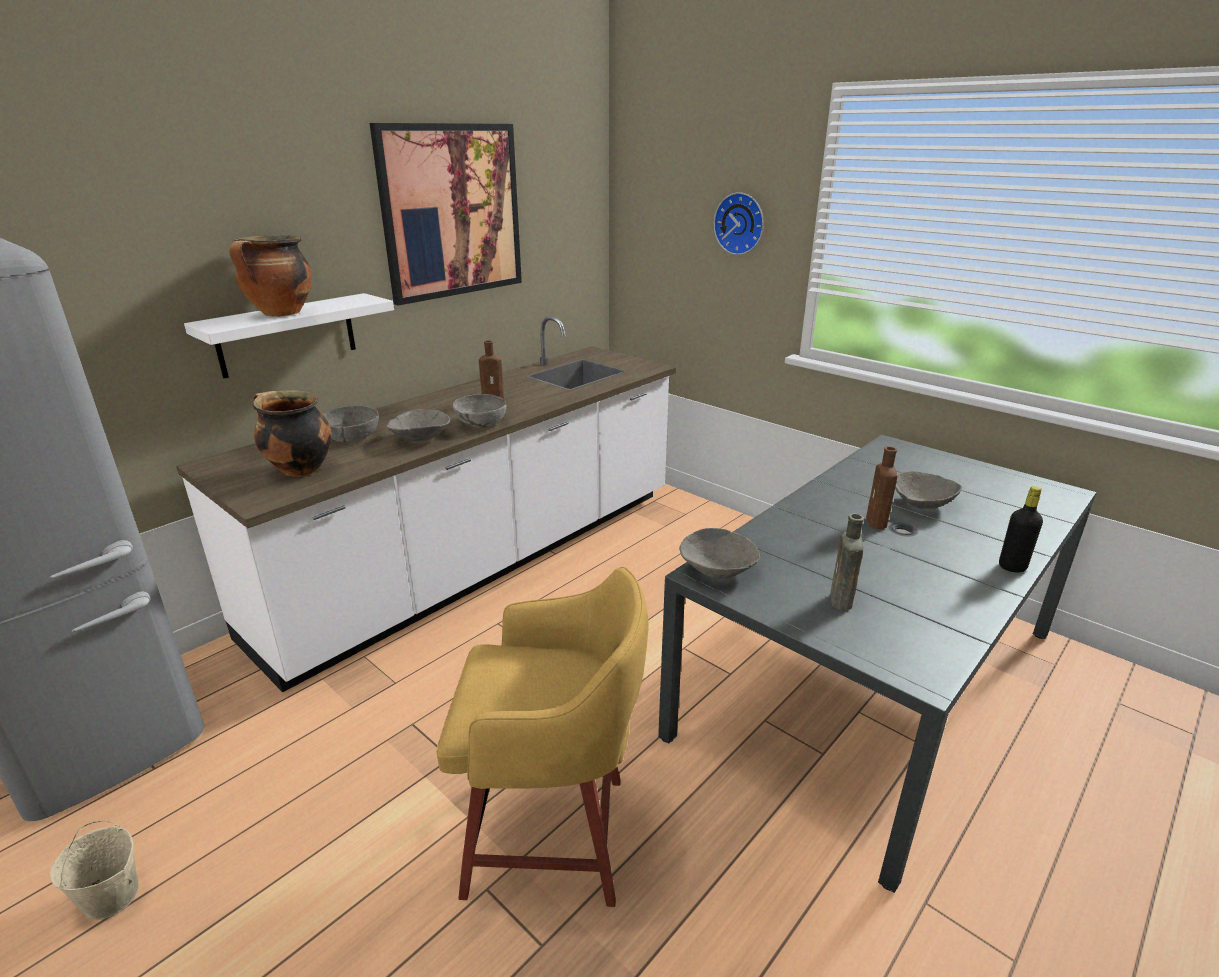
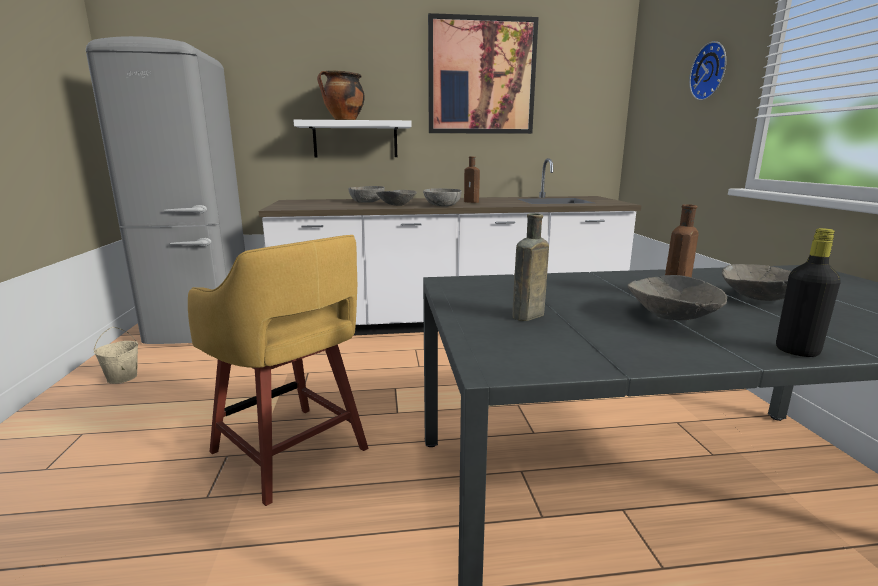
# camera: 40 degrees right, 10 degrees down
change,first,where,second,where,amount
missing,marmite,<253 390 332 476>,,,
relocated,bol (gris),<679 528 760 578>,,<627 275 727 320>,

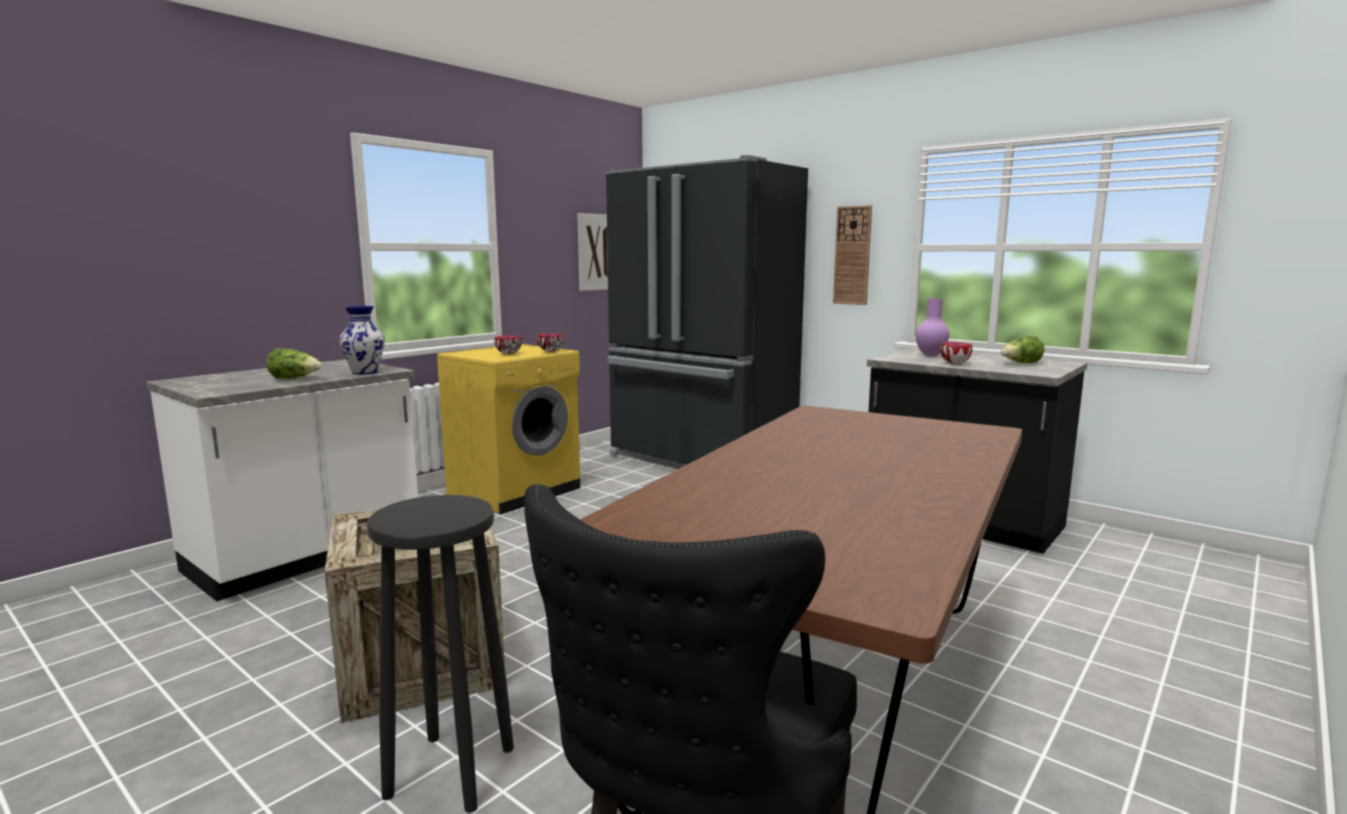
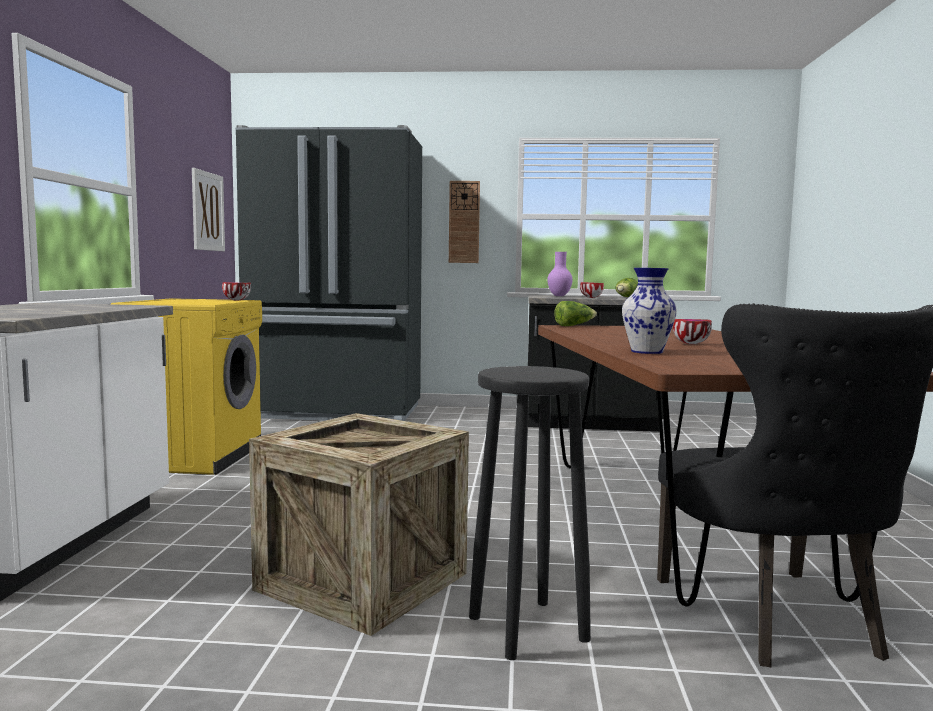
# camera: 35 degrees left, 5 degrees down
change,first,where,second,where,amount
relocated,laitue,<266 348 322 379>,,<554 301 597 326>,
relocated,vase,<339 306 385 375>,,<622 268 677 354>,
relocated,bol,<494 336 522 354>,,<673 319 712 344>,

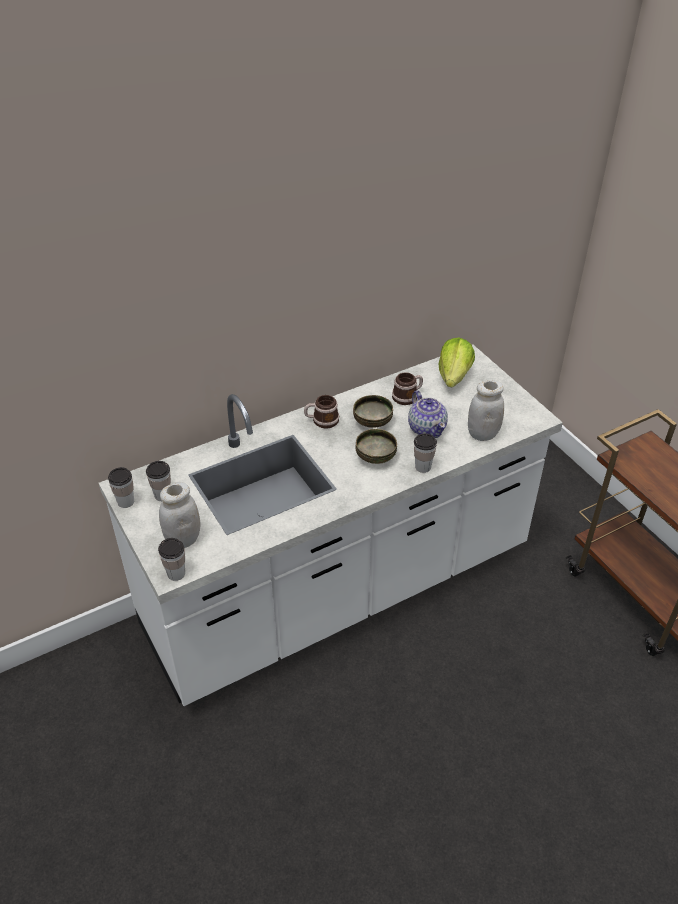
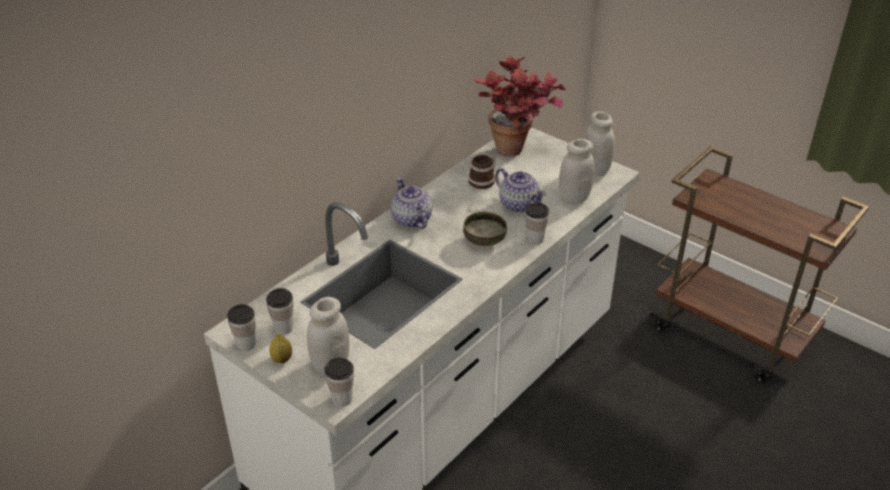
# camera: 20 degrees left, 5 degrees down
change,first,where,second,where,amount
exchanged,mug,<304 395 339 429>,théière,<391 178 433 229>,
missing,bol,<353 395 393 428>,,,
exchanged,laitue,<438 337 475 387>,plante en pot,<475 56 565 156>,
appeared,,,citron,<269 334 292 363>,
appeared,,,bocal (blanc),<584 111 615 176>,

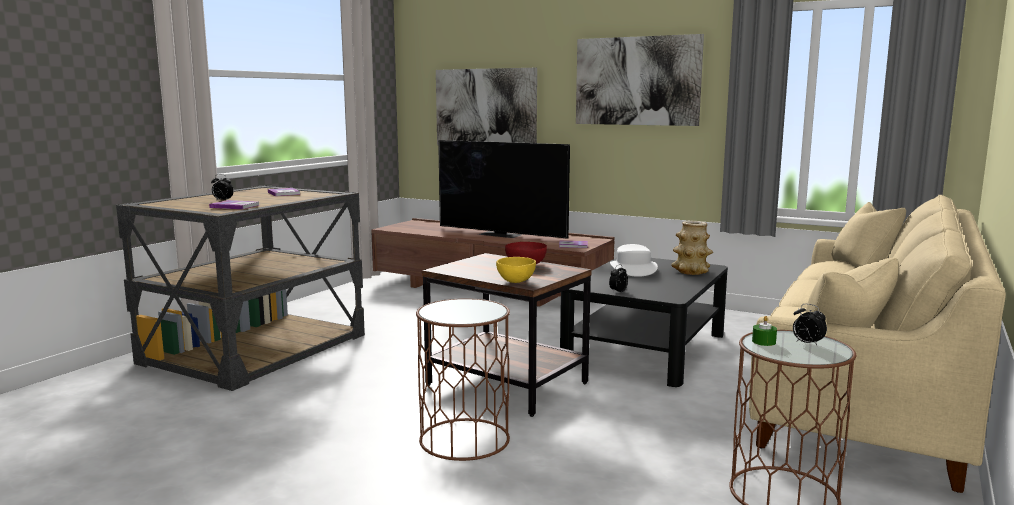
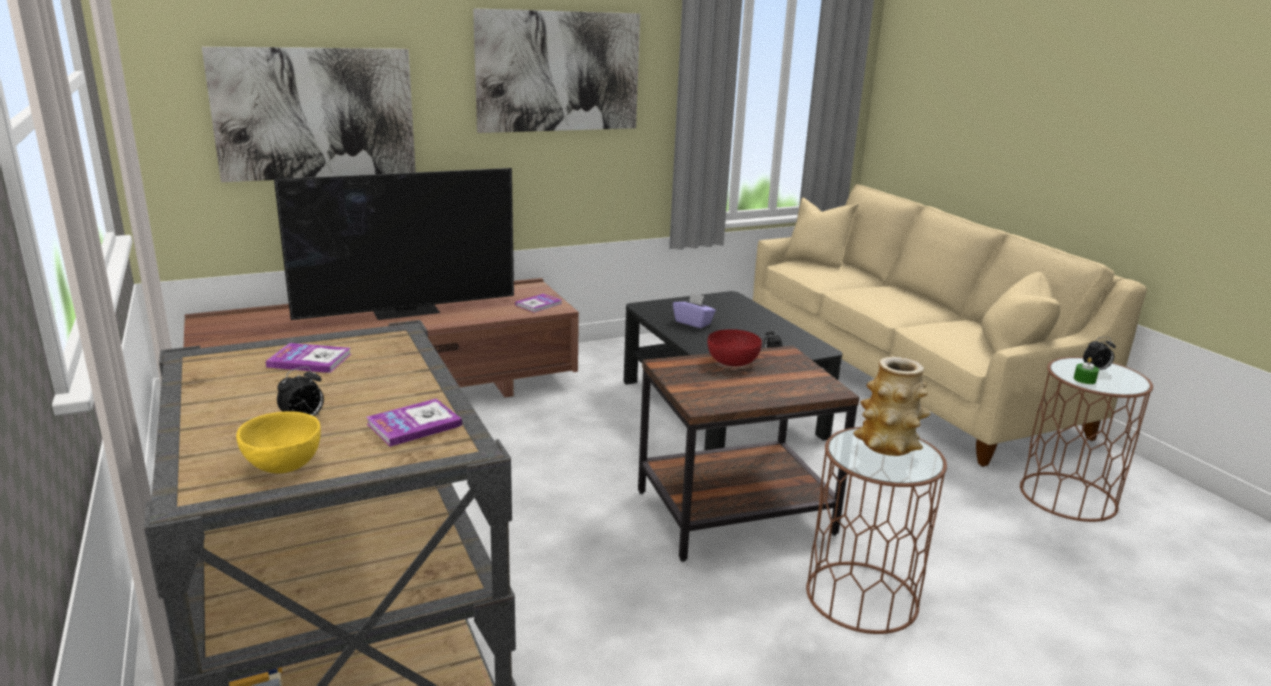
# camera: 55 degrees left, 10 degrees up
change,first,where,second,where,amount
relocated,bol (jaune),<496 257 536 283>,,<236 411 321 474>,
exchanged,chapeau (blanc),<610 244 658 277>,boîte à mouchoirs (violet),<673 292 716 328>,
relocated,vase,<671 221 713 275>,,<854 357 931 456>,

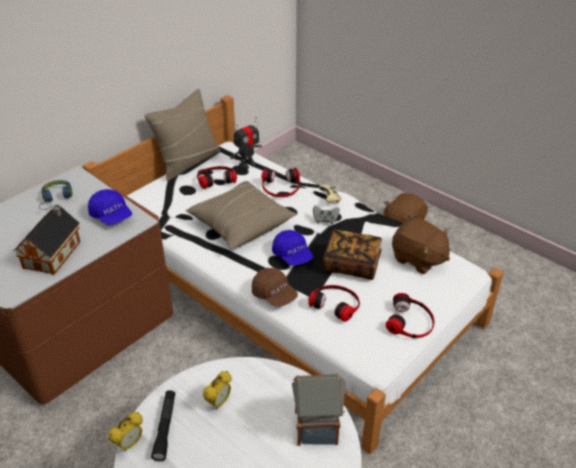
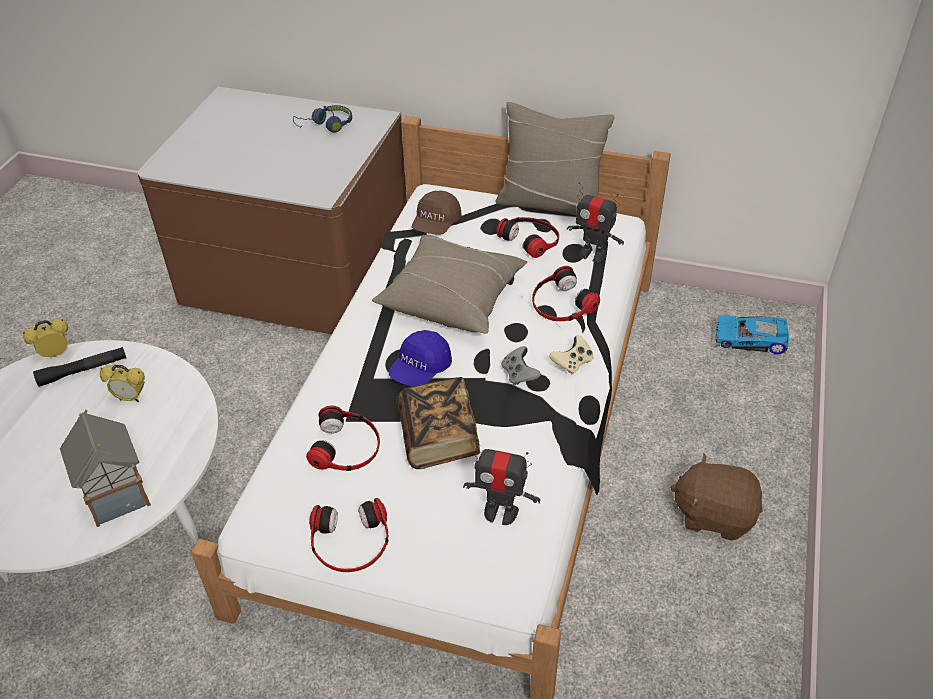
# camera: 65 degrees right, 5 degrees up
change,first,where,second,where,amount
missing,maison miniature,<13 205 81 275>,,,
missing,casquette (bleu),<88 189 132 225>,,,
spun,réveil,<108 412 143 451>,,<23 319 68 357>,135 degrees clockwise
relocated,casquette (marron),<252 268 298 307>,,<412 190 462 235>,
exchanged,peluche (marron),<392 218 450 274>,robot jouet,<463 440 541 525>,
appeared,,,petite voiture,<714 315 789 354>,

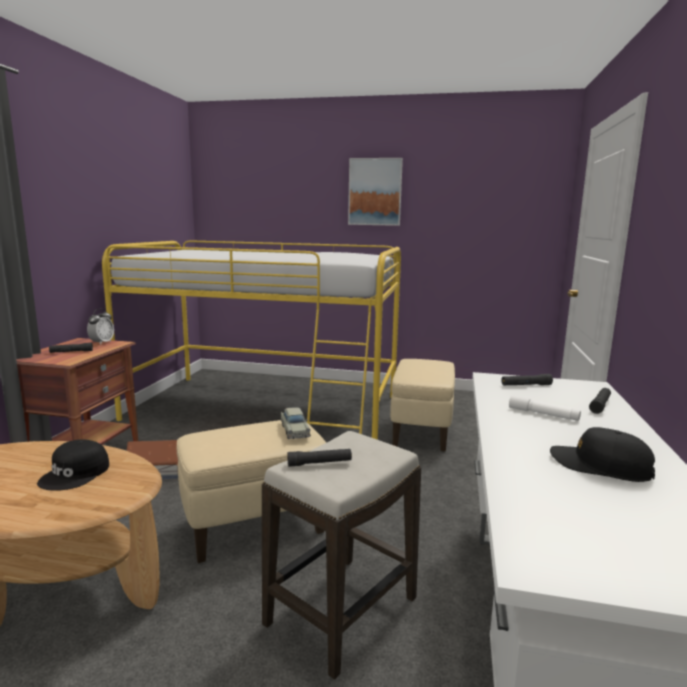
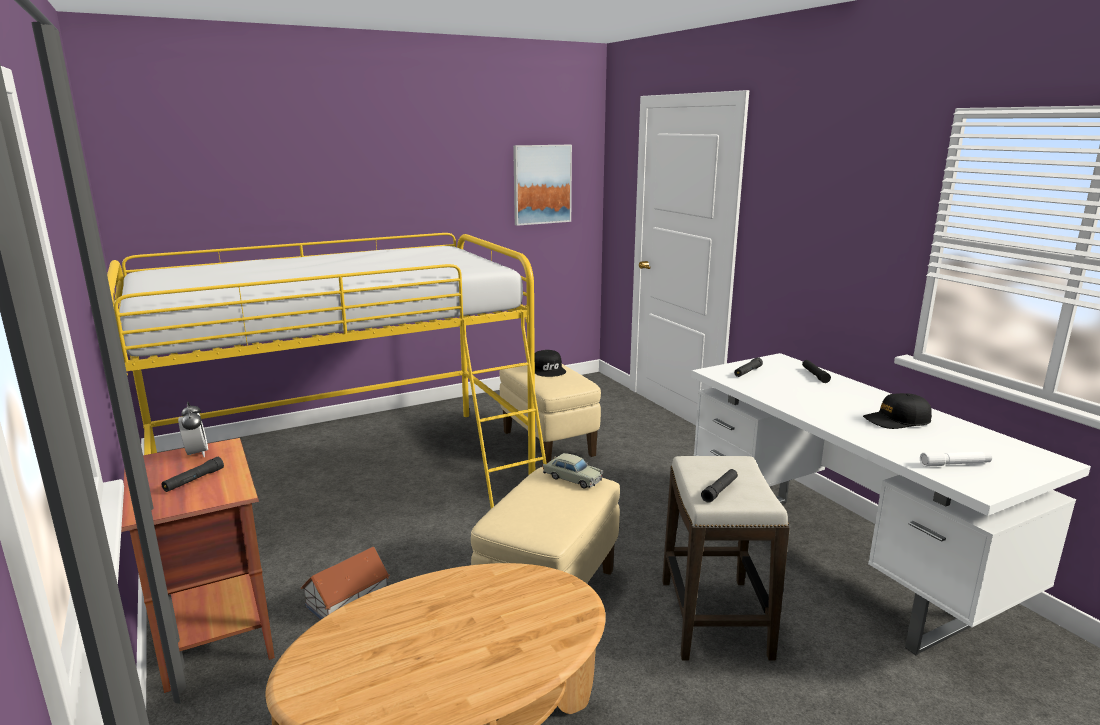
# camera: 40 degrees left, 5 degrees up
change,first,where,second,where,amount
relocated,casquette (noir),<37 439 109 491>,,<535 350 566 377>,
relocated,tableau,<348 158 403 226>,,<513 145 572 226>,
relocated,lampe de poche (blanc),<509 395 581 421>,,<920 452 992 467>,

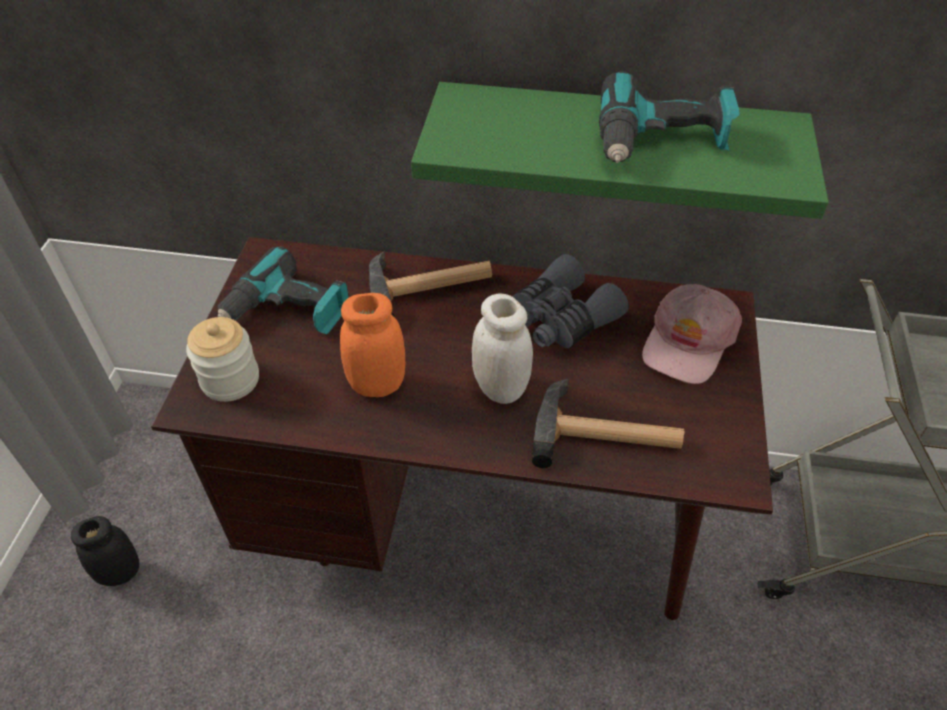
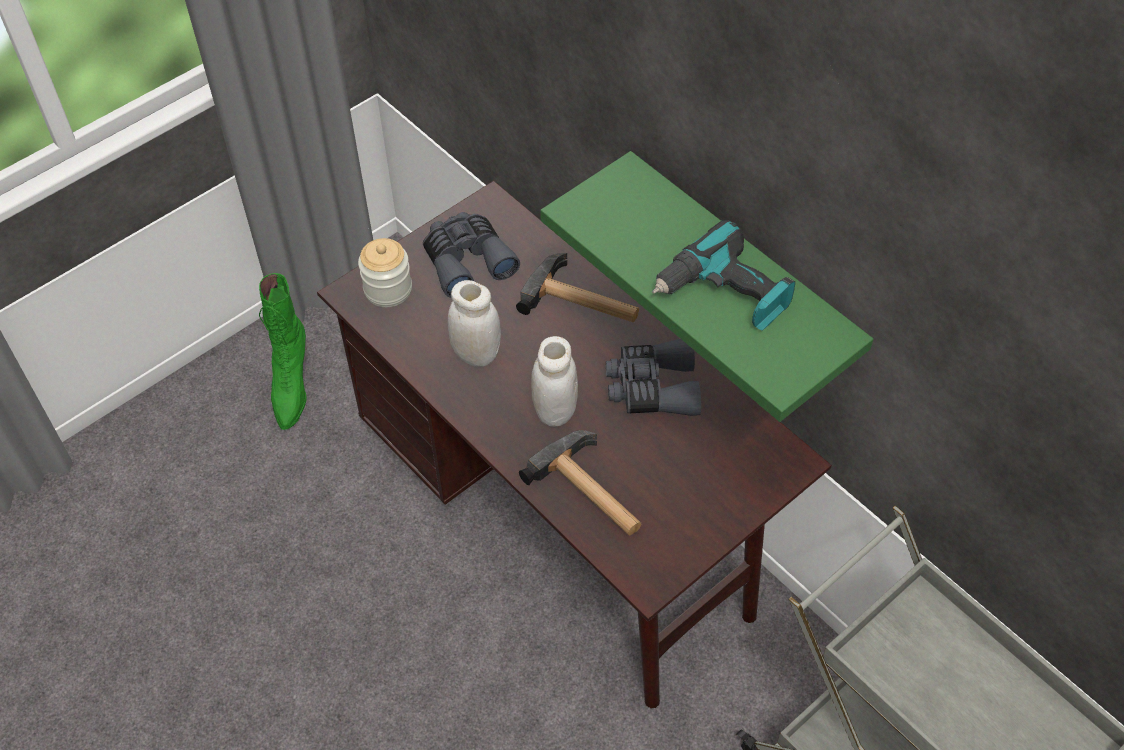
# camera: 40 degrees right, 5 degrees up
change,first,where,second,where,amount
exchanged,bocal (noir),<71 516 139 586>,botte (vert),<259 273 306 430>,
exchanged,perceuse,<217 246 349 334>,jumelles (gris),<423 212 520 298>,
colour,bocal (orange),<340 293 405 397>,bocal (blanc),<448 280 501 366>,
missing,casquette (rose),<642 284 742 384>,,,

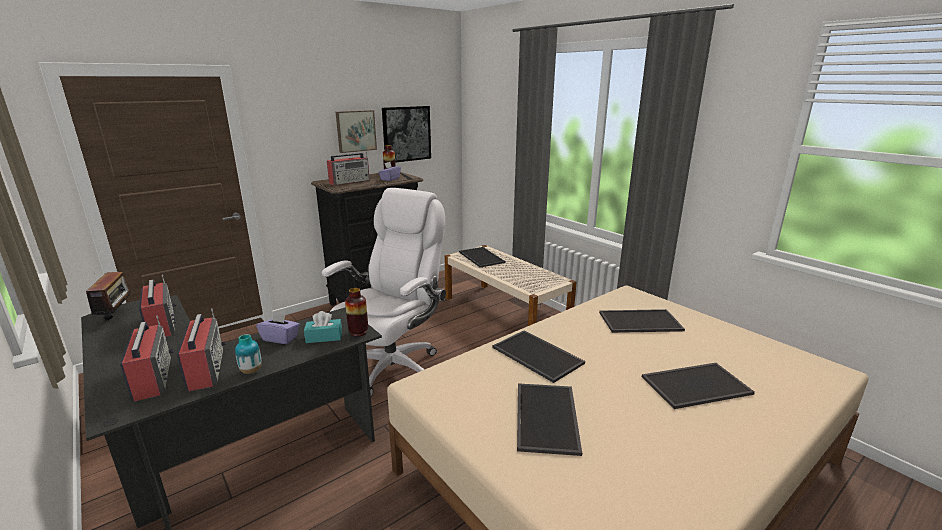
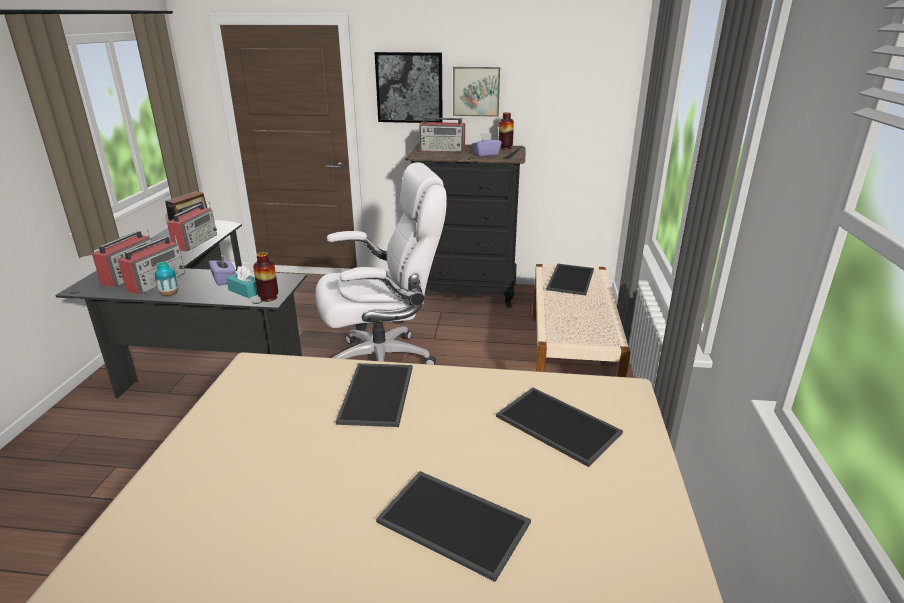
# camera: 45 degrees right, 5 degrees up
change,first,where,second,where,amount
relocated,tableau,<382 106 431 163>,,<374 52 443 123>,
missing,plateau,<517 383 582 456>,,,

